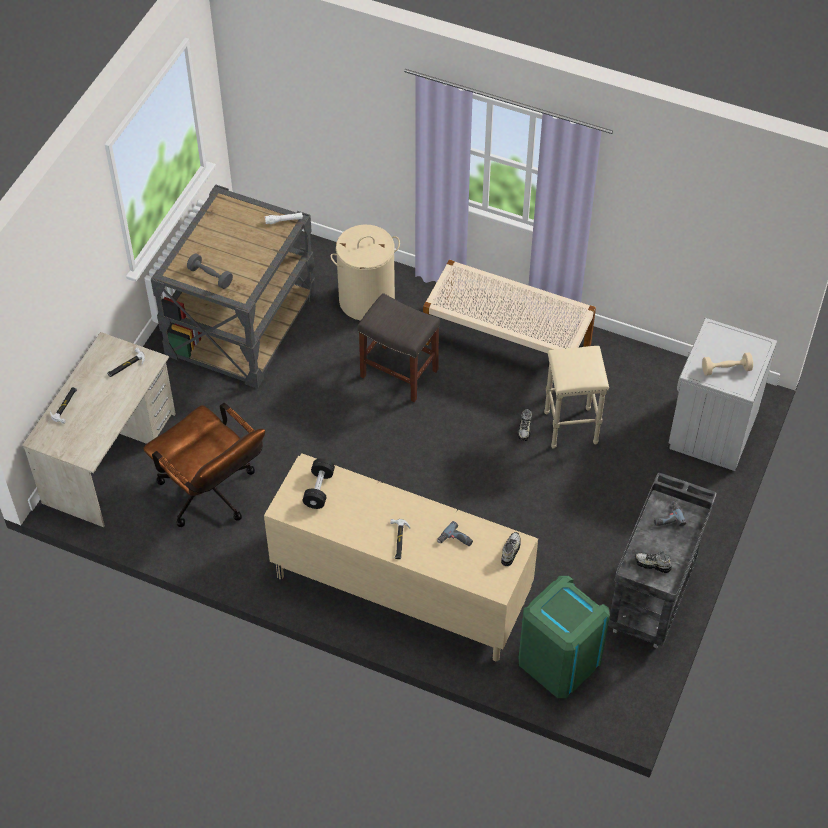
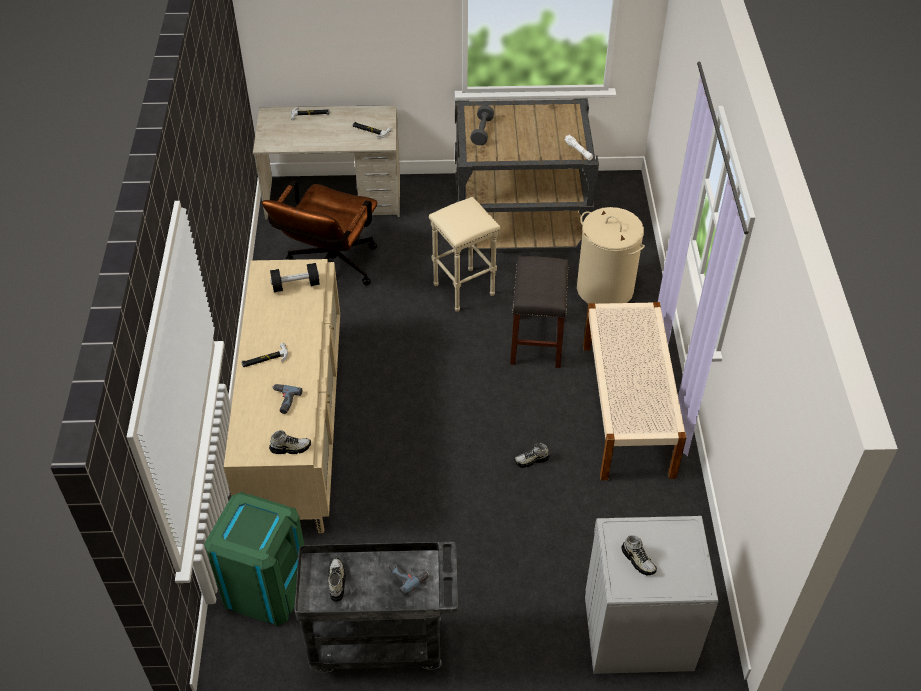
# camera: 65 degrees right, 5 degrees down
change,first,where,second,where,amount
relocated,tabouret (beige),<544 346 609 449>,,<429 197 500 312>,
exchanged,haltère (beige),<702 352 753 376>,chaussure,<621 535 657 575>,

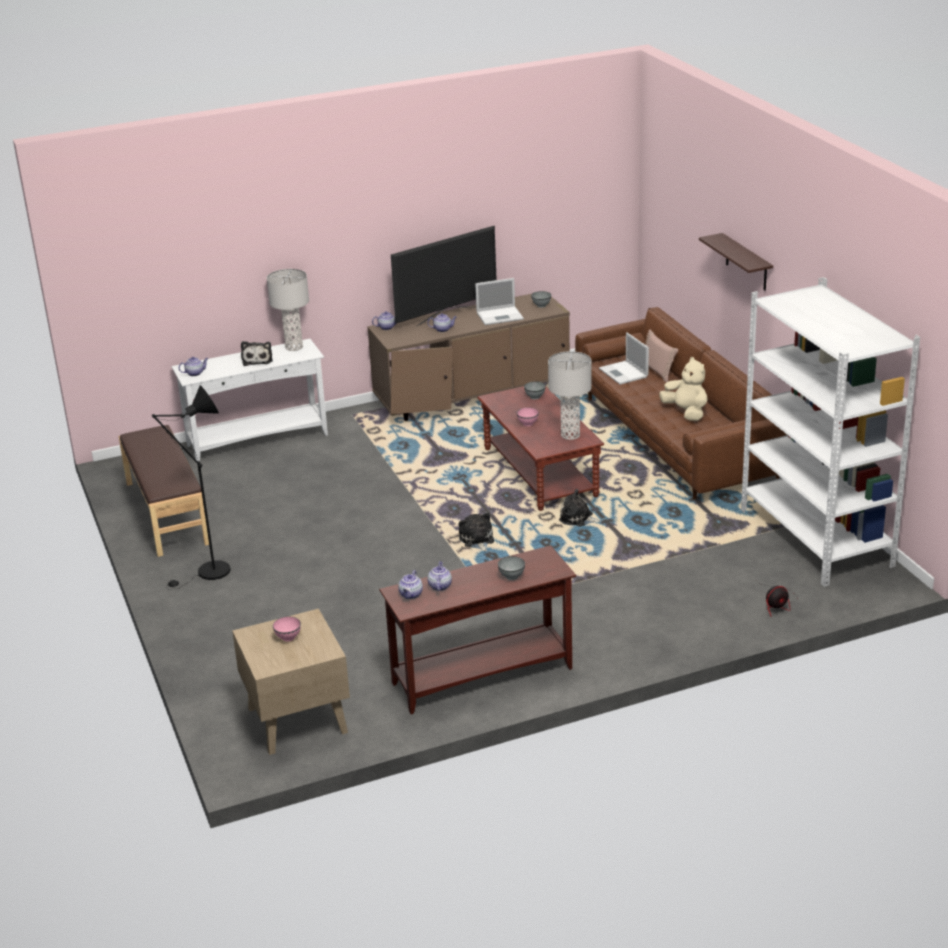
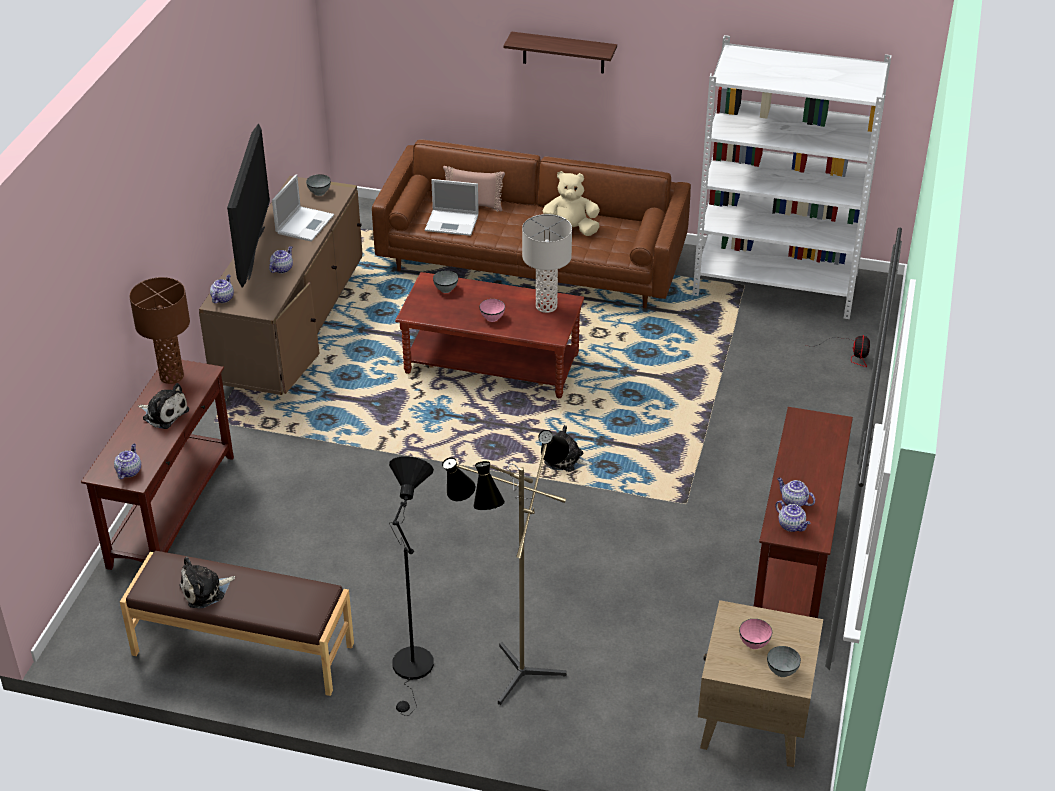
# camera: 55 degrees left, 10 degrees up
change,first,where,second,where,amount
colour,table console (blanc),<172 339 328 461>,table console (marron),<81 359 234 570>,
colour,lampe de table (blanc),<267 269 309 351>,lampe de table (marron),<129 277 190 384>,
relocated,bol (gris),<498 556 525 580>,,<767 646 801 677>,
relocated,peluche,<559 489 600 526>,,<179 557 235 609>,
appeared,,,lampadaire,<442 430 570 705>,

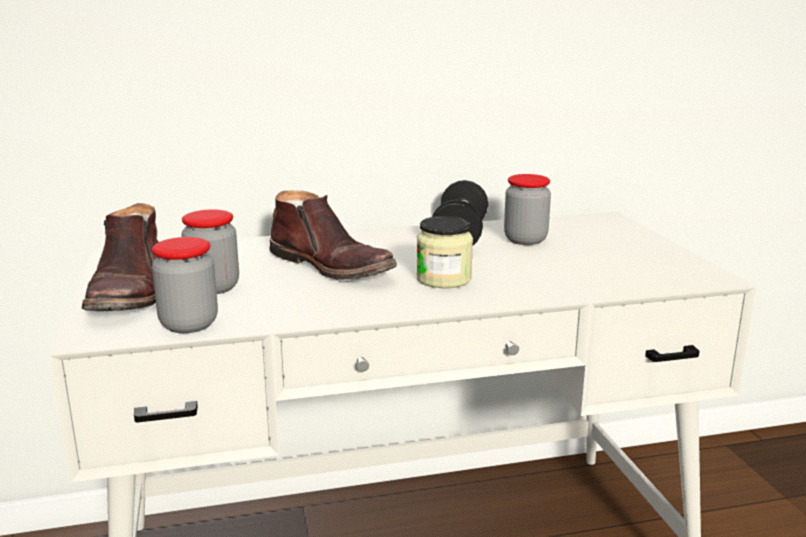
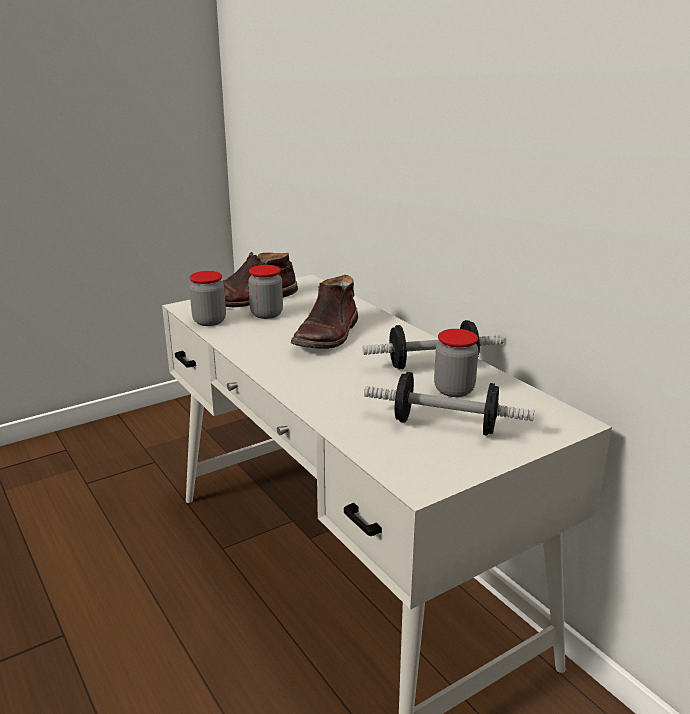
# camera: 70 degrees right, 5 degrees up
change,first,where,second,where,amount
missing,bocal,<417 216 473 288>,,,
appeared,,,haltère,<364 372 534 435>,

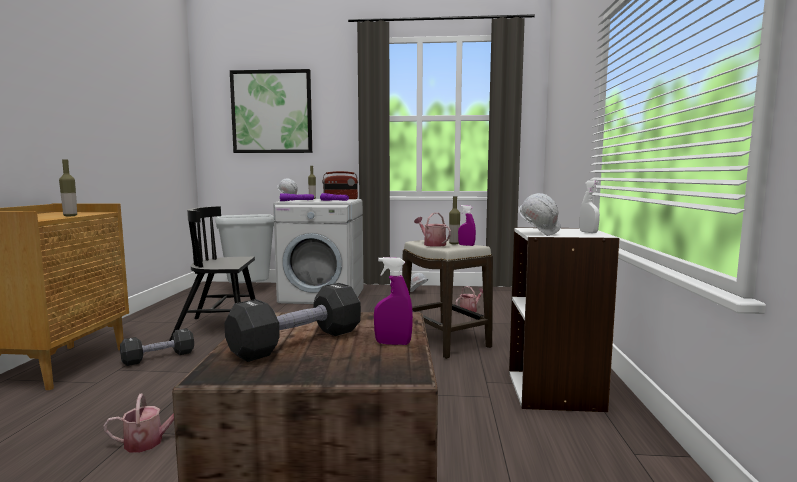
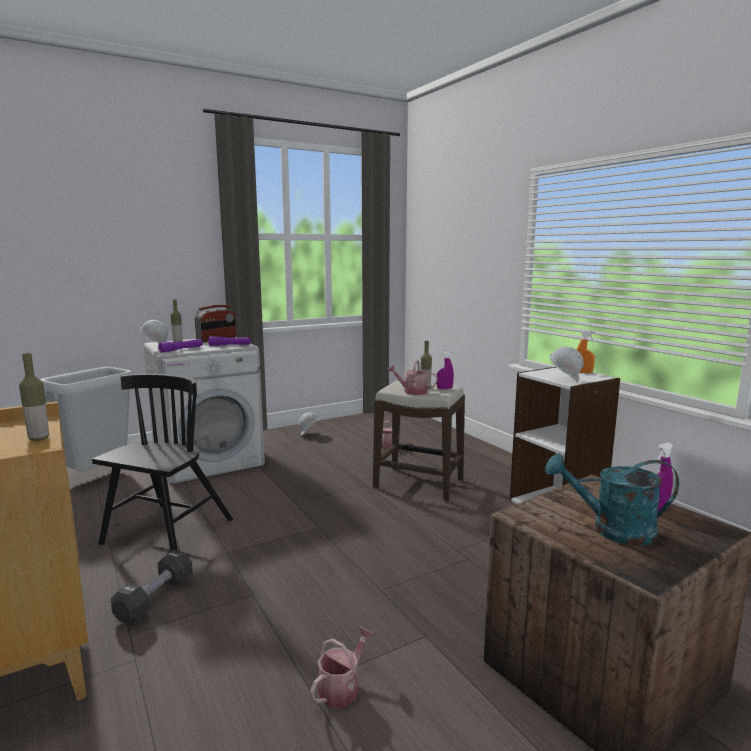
# camera: 35 degrees left, 5 degrees up
change,first,where,second,where,amount
spun,chaise (noir),<169 206 255 341>,,<92 374 233 551>,150 degrees clockwise
exchanged,haltère (noir),<224 283 361 362>,arrosoir (turquoise),<545 453 679 546>,
missing,tableau,<230 69 312 153>,,,
colour,vaporisateur (blanc),<580 180 600 233>,vaporisateur (orange),<577 331 595 374>,

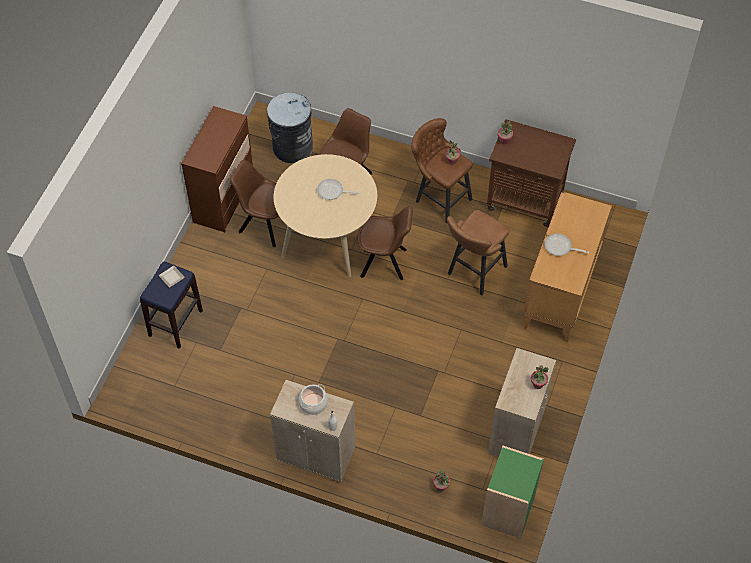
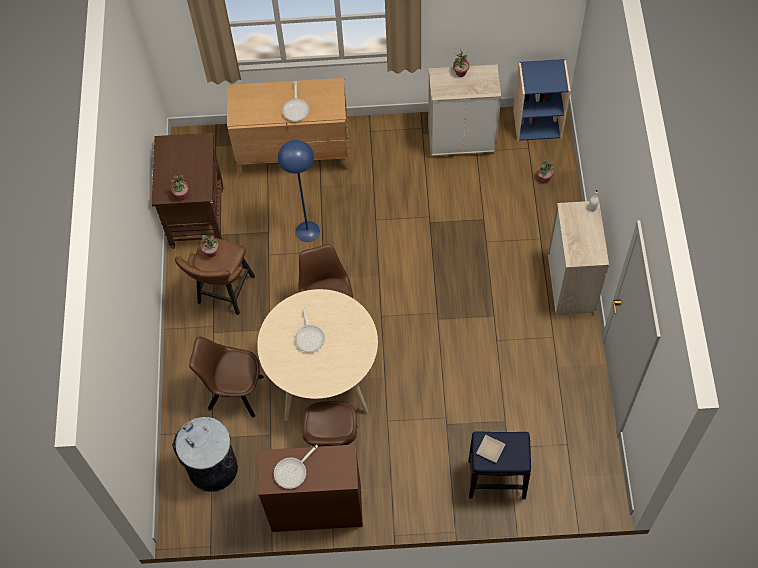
# camera: 110 degrees left, 5 degrees up
change,first,where,second,where,amount
missing,marmite,<298 384 328 415>,,,
exchanged,tabouret (marron),<447 210 509 295>,lampadaire (bleu),<278 140 320 242>,
colour,bibliothèque (vert),<481 446 544 539>,bibliothèque (bleu),<513 59 571 141>,
appeared,,,poêle,<274 445 318 489>,

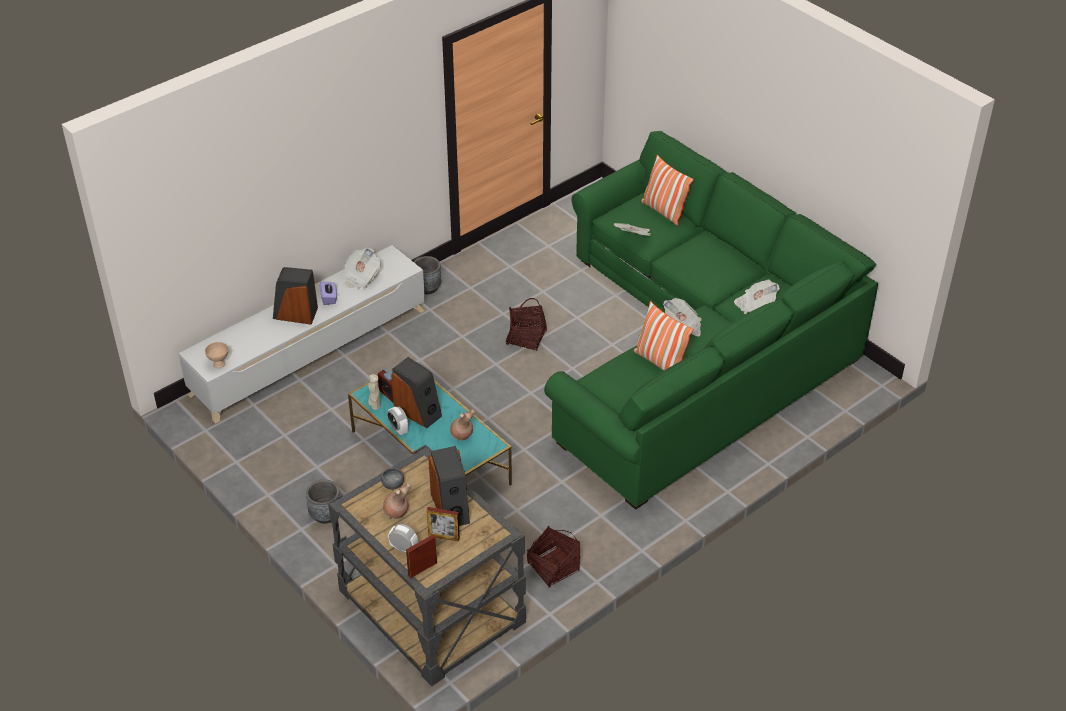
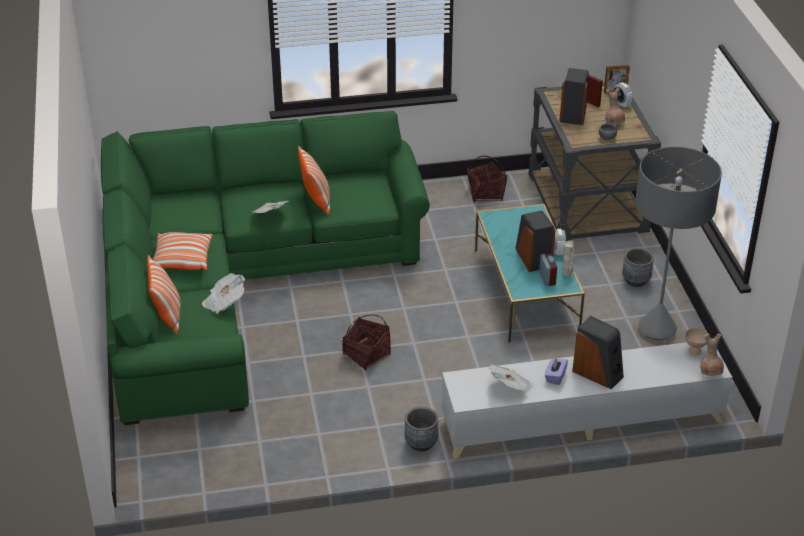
# camera: 150 degrees left, 5 degrees down
change,first,where,second,where,amount
relocated,vase (marron),<450 409 475 440>,,<700 334 724 376>,
missing,journal,<734 280 780 314>,,,
appeared,,,coussin,<153 232 213 270>,
appeared,,,lampadaire (gris),<635 147 722 340>,

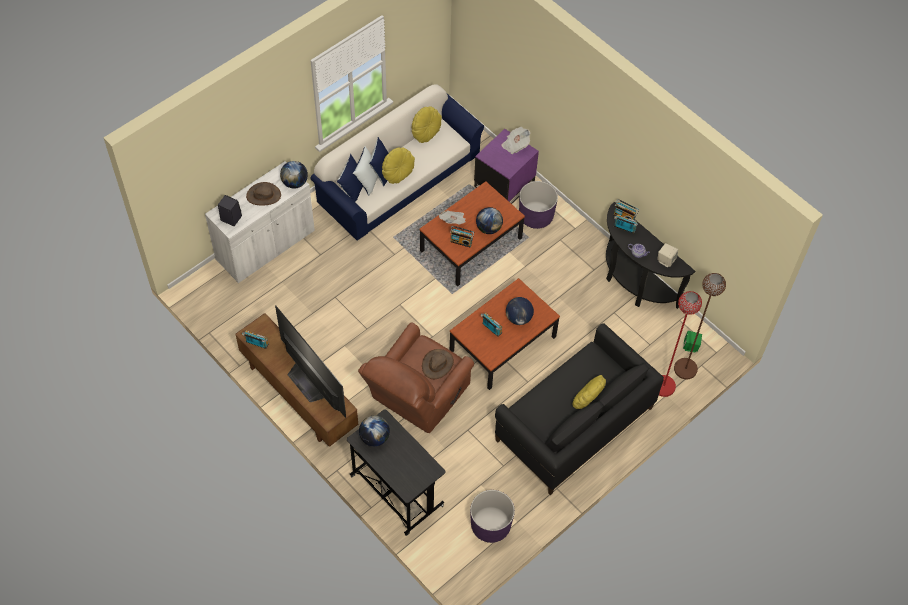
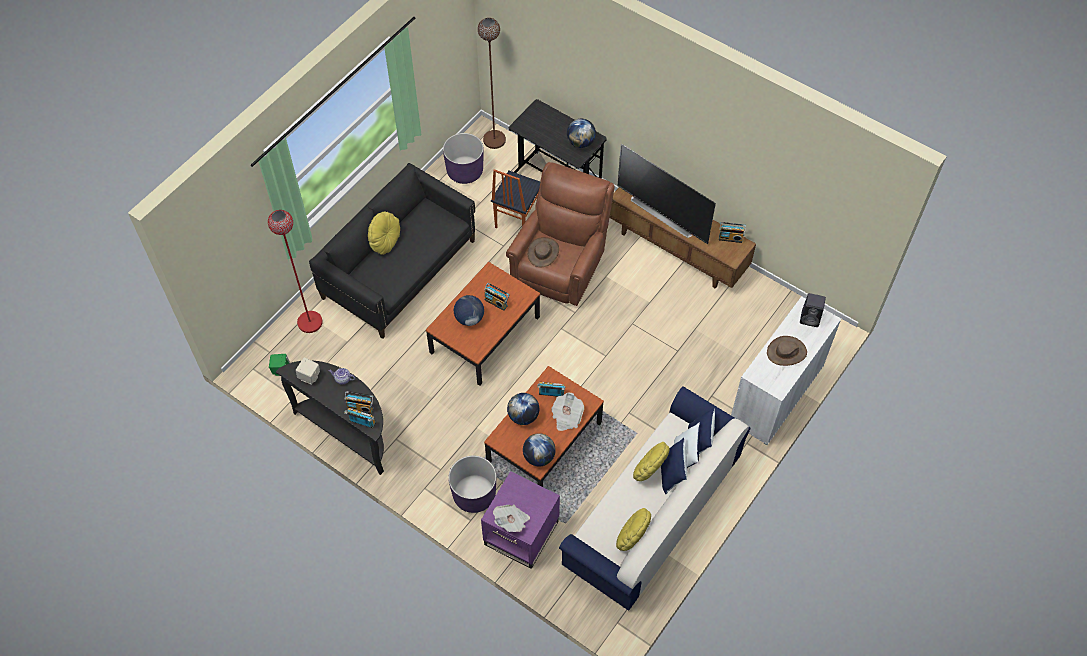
# camera: 170 degrees right, 0 degrees up
change,first,where,second,where,amount
relocated,globe,<280 161 308 189>,,<523 433 556 466>,
relocated,lampadaire (marron),<674 273 726 379>,,<478 18 506 149>,
appeared,,,chaise,<491 169 540 228>,

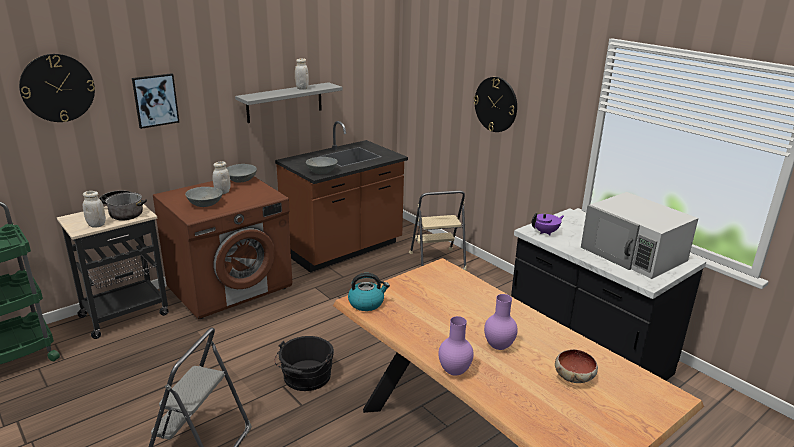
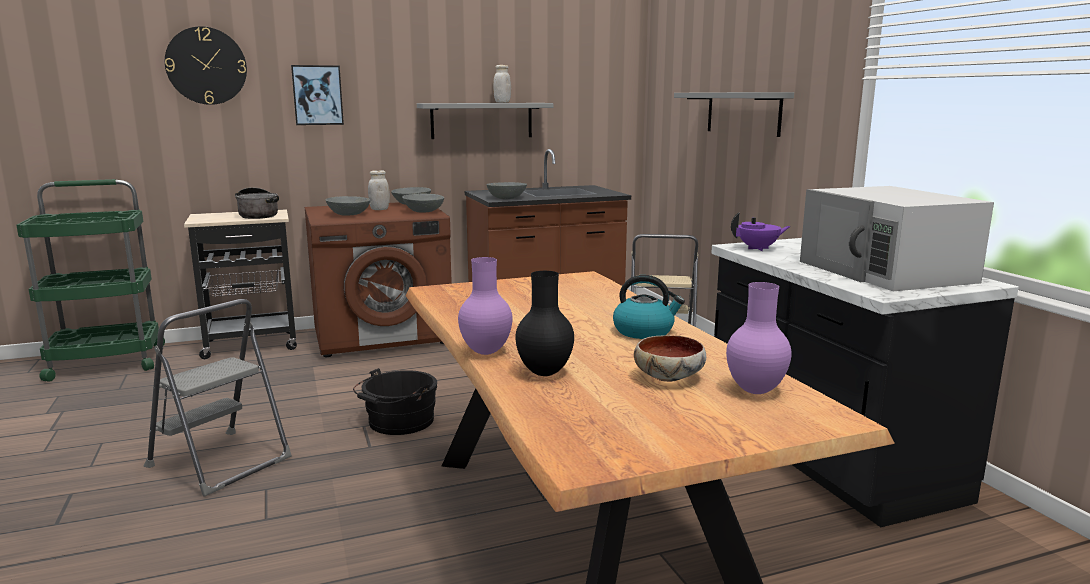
# camera: 20 degrees right, 10 degrees down
change,first,where,second,where,amount
missing,bocal (blanc),<83 191 106 228>,,,
relocated,bouilloire,<348 273 390 311>,,<613 275 685 339>,
exchanged,horloge murale,<474 77 517 132>,étagère (gris),<674 92 794 137>,
relocated,vase (violet),<484 294 518 350>,,<726 282 791 394>,
appeared,,,bol (gris),<402 193 444 212>,
appeared,,,vase (noir),<515 271 574 376>,

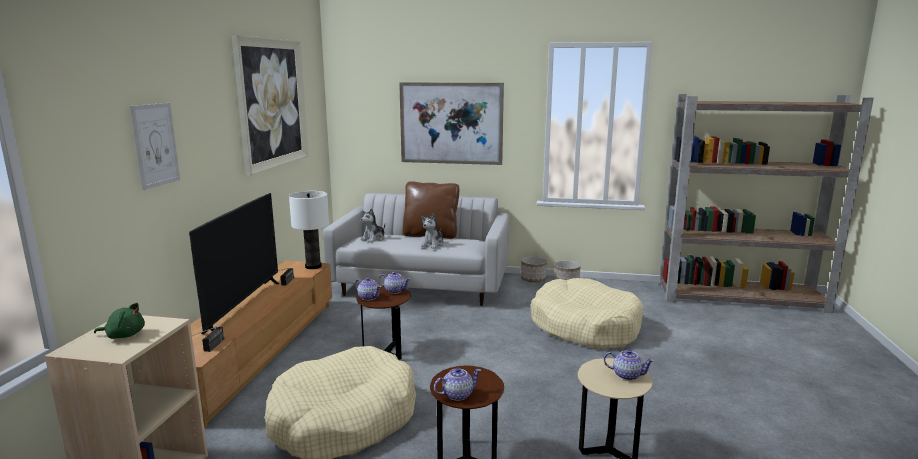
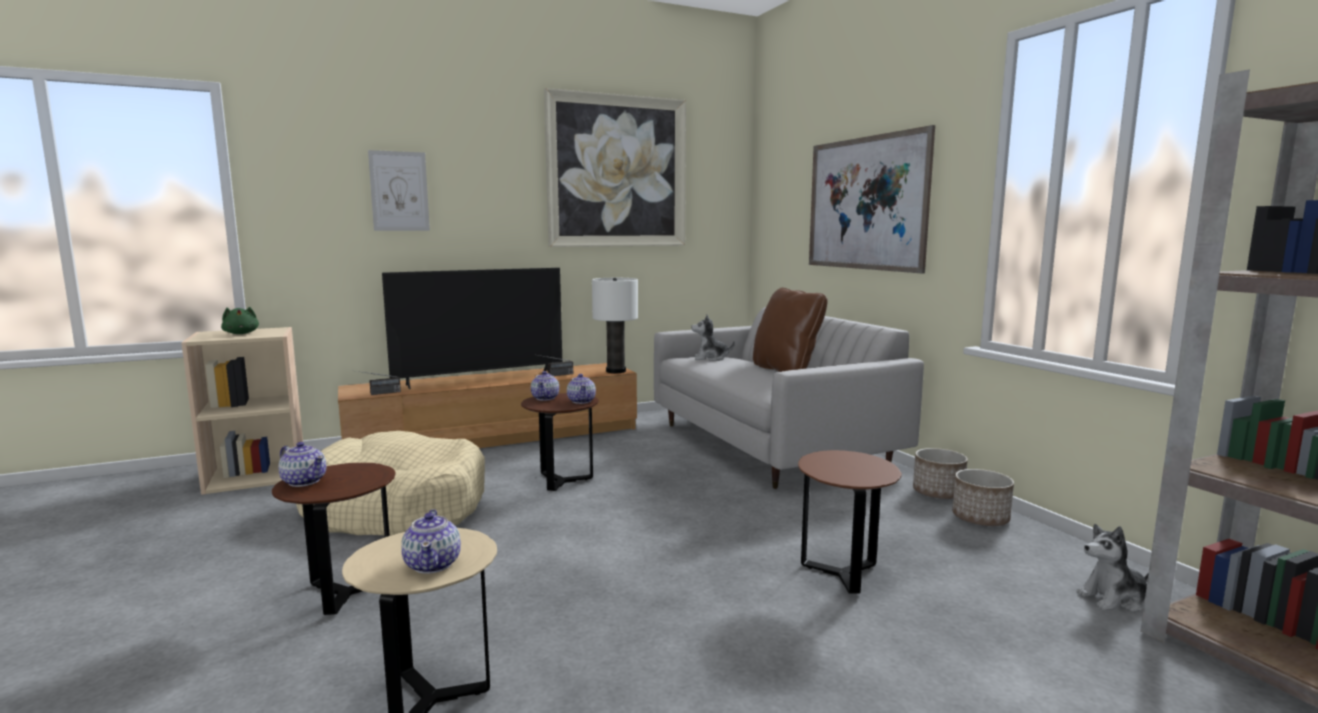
# camera: 55 degrees right, 5 degrees down
change,first,where,second,where,amount
relocated,peluche,<421 213 444 249>,,<1076 524 1149 612>,
exchanged,panier pour chien (beige),<531 278 644 350>,table d'appoint (marron),<798 450 902 594>,

